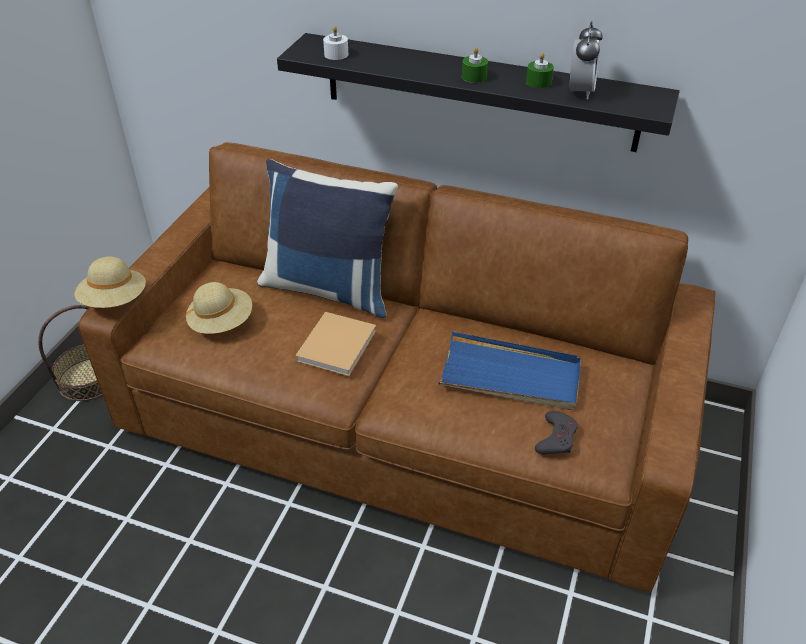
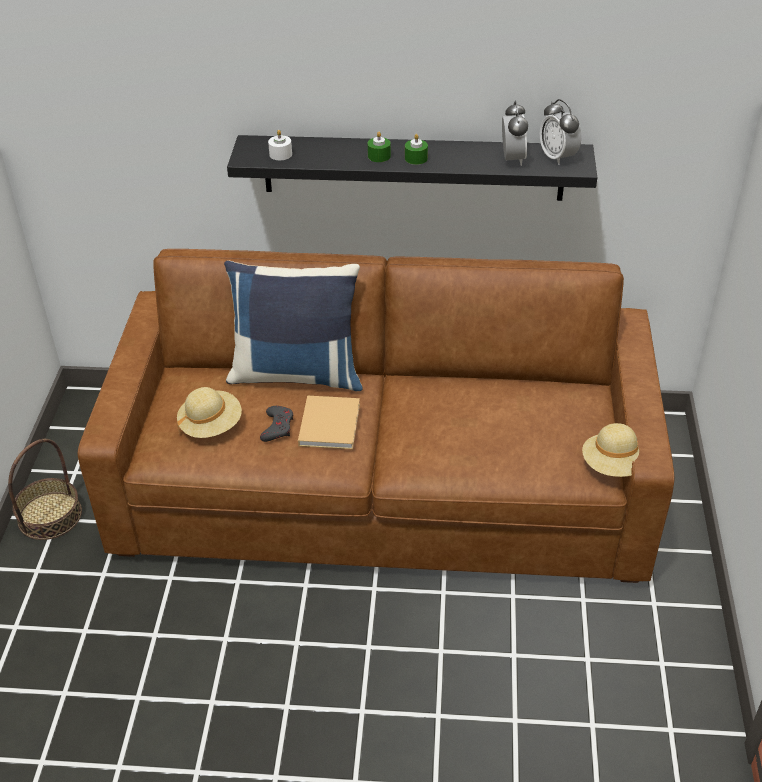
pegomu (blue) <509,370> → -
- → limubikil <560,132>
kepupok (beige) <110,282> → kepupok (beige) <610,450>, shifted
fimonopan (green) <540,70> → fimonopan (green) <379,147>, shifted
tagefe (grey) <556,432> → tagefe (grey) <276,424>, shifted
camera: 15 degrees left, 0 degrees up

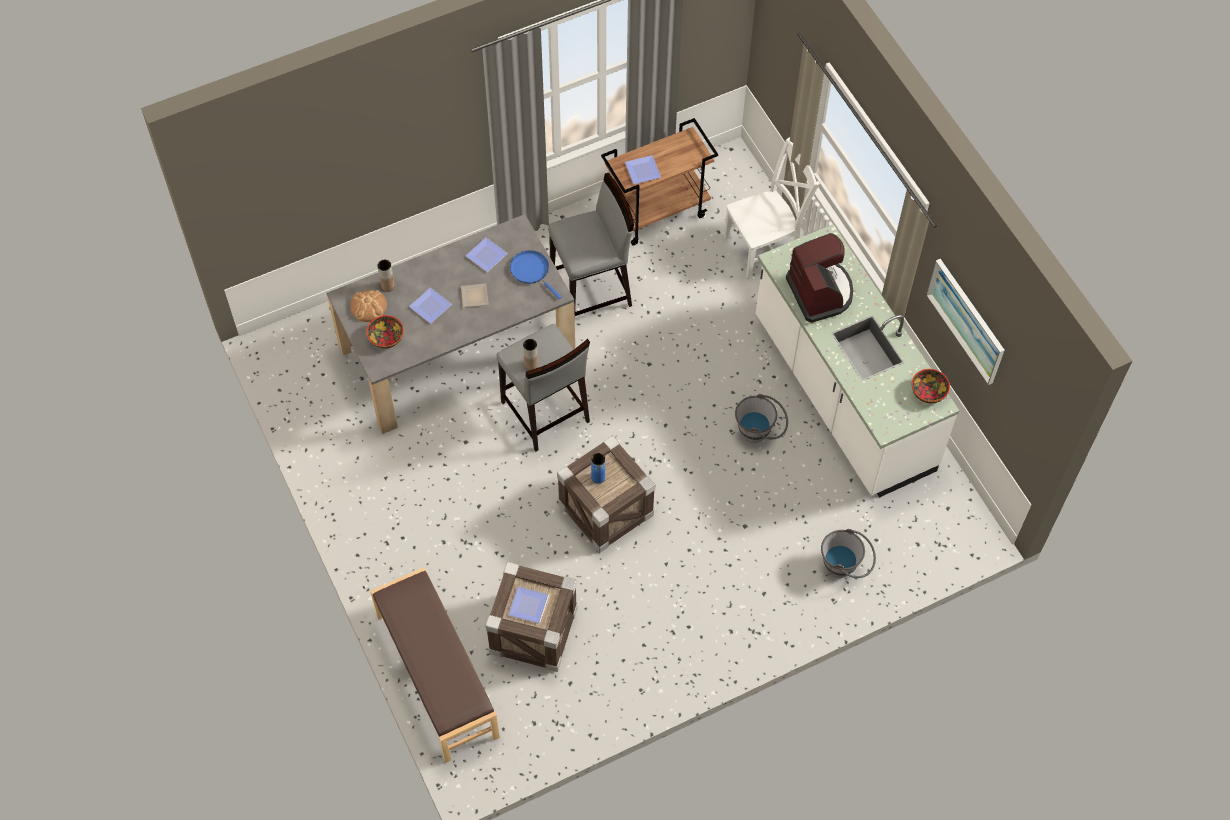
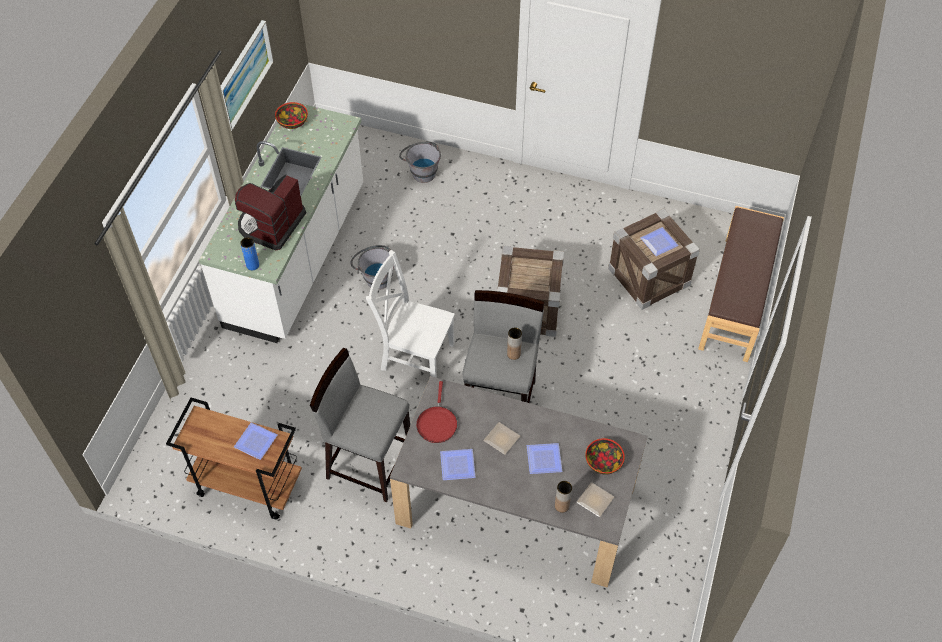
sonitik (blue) <598,468> → sonitik (blue) <249,253>, shifted
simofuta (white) <772,207> → simofuta (white) <410,314>, shifted
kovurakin <368,306> → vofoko <595,499>
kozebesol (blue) <535,274> → kozebesol (red) <436,412>
camera: 135 degrees left, 5 degrees down

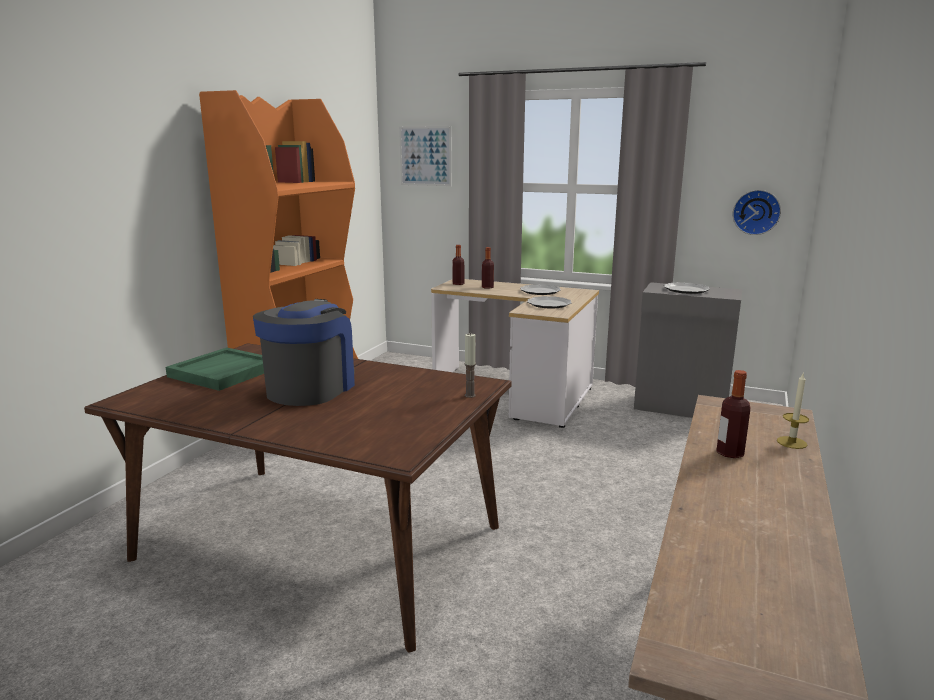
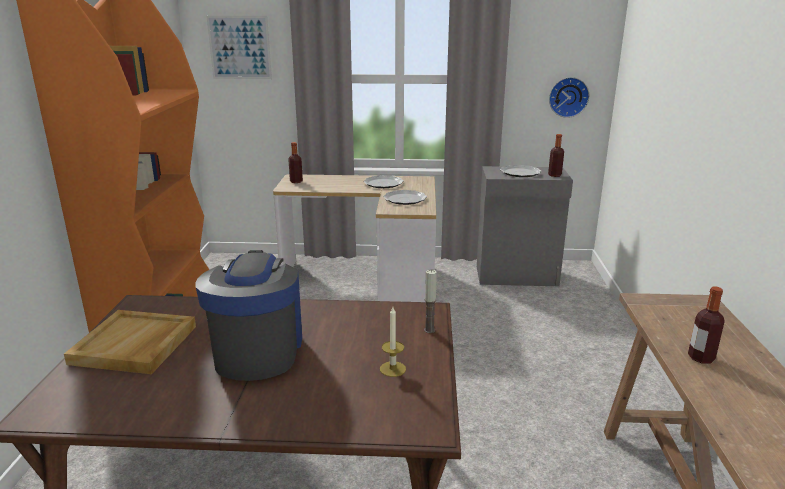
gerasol <488,268> → gerasol <556,155>, shifted
fimonopan <793,411> → fimonopan <393,342>, shifted
pegomu (green) <214,369> → pegomu (beige) <130,342>
camera: 20 degrees left, 5 degrees up

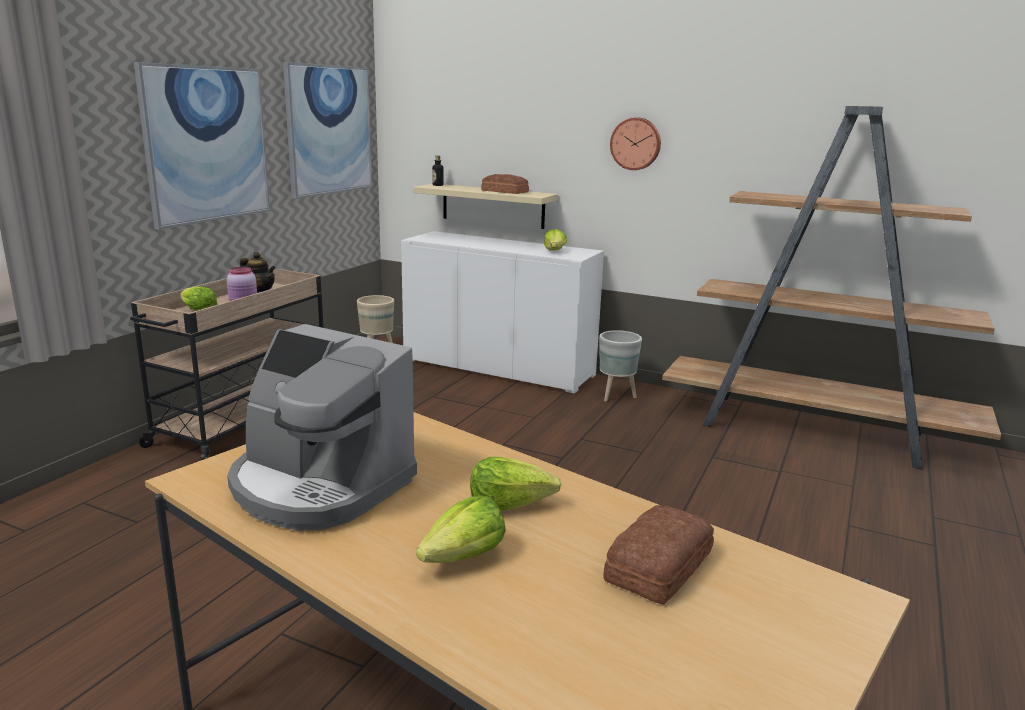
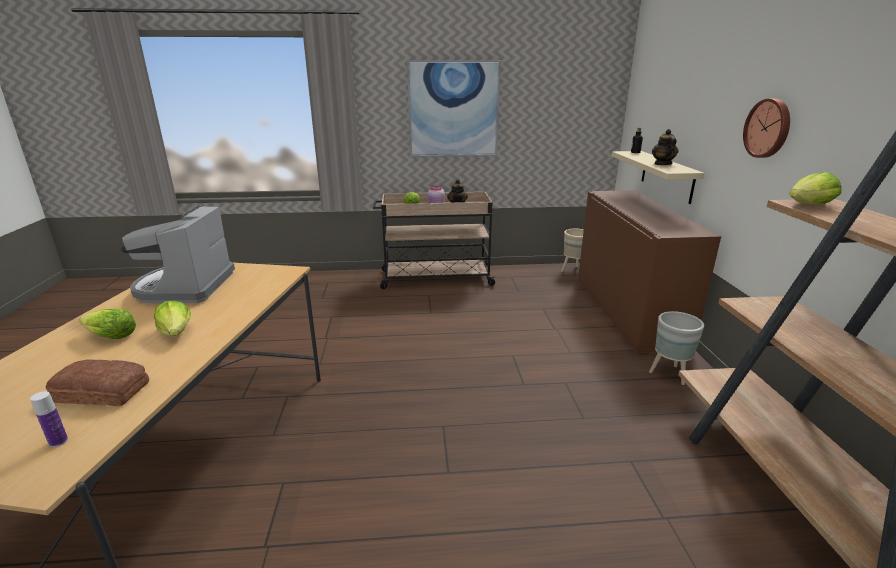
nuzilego <327,130> → -
- → gerasol <49,419>
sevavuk <555,240> → sevavuk <815,187>, shifted
kovurakin <505,184> → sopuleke <665,147>
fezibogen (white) <502,312> → fezibogen (brown) <649,272>
camera: 60 degrees right, 5 degrees up

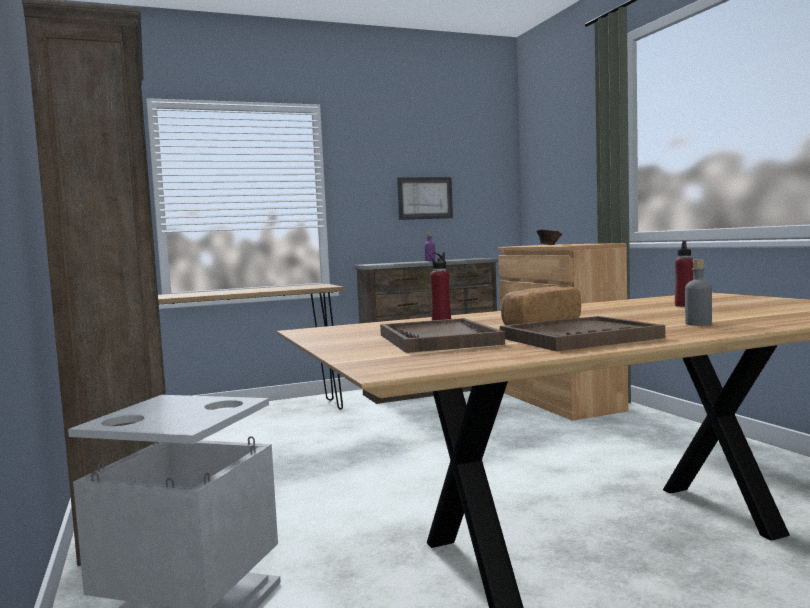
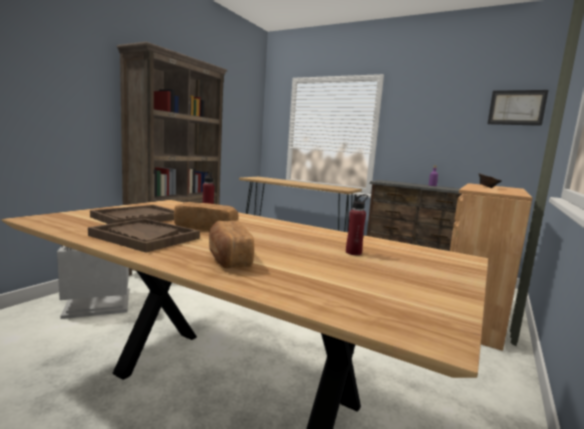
nuzilego <425,198> → nuzilego <518,108>, shifted
gerasol (grey) <698,292> → kovurakin <231,245>
camera: 50 degrees right, 5 degrees up

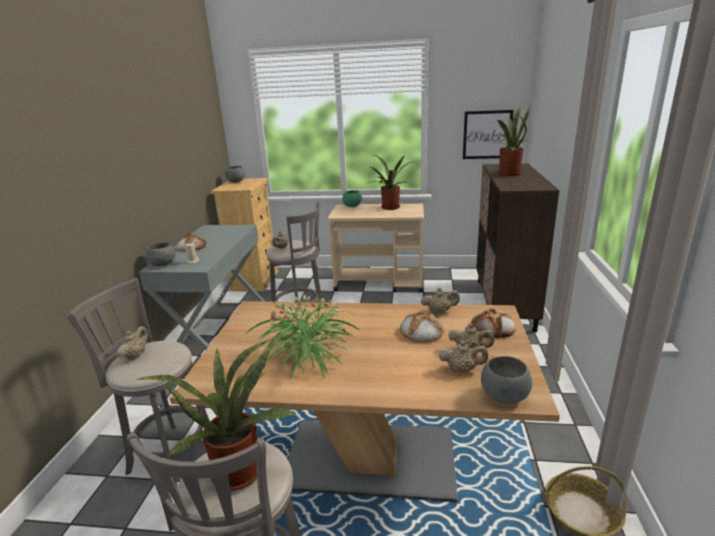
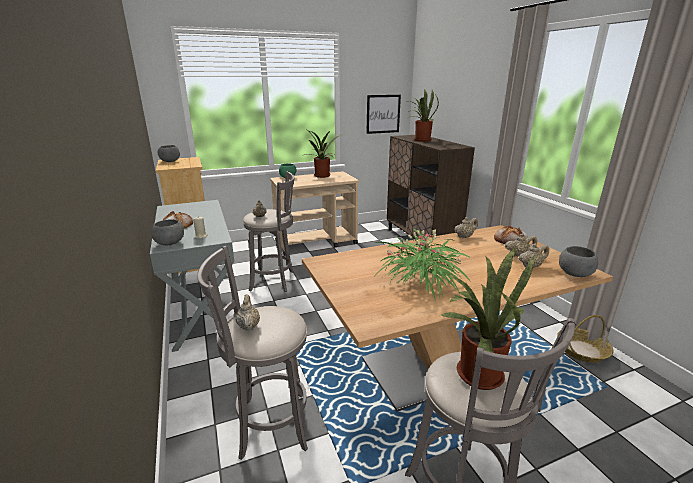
kovurakin <422,327> → -
camera: 30 degrees left, 0 degrees up

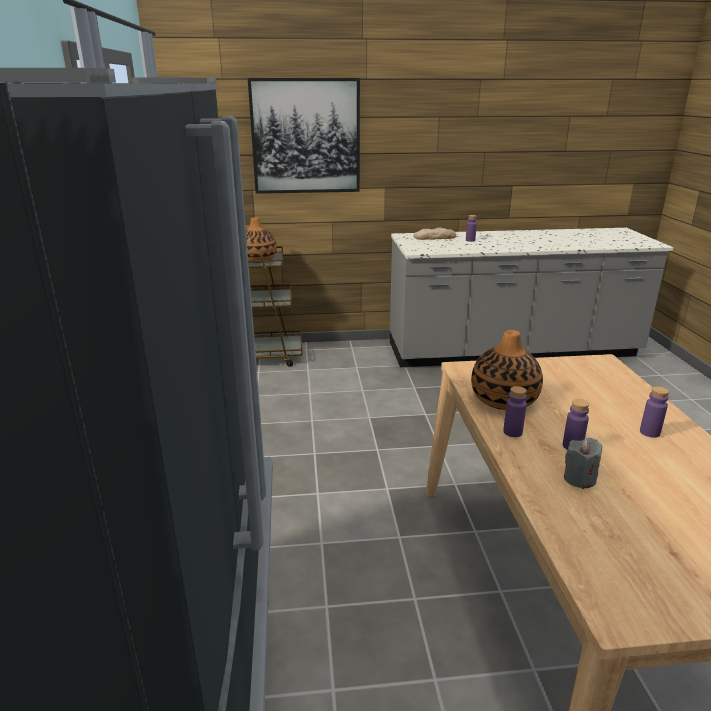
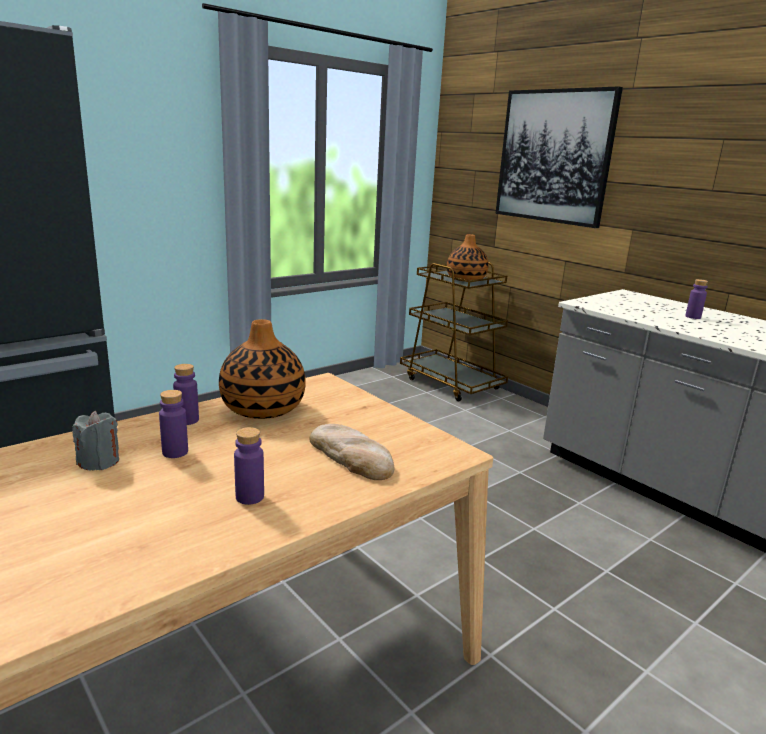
kovurakin <434,234> → kovurakin <352,452>, shifted
camera: 55 degrees right, 5 degrees down

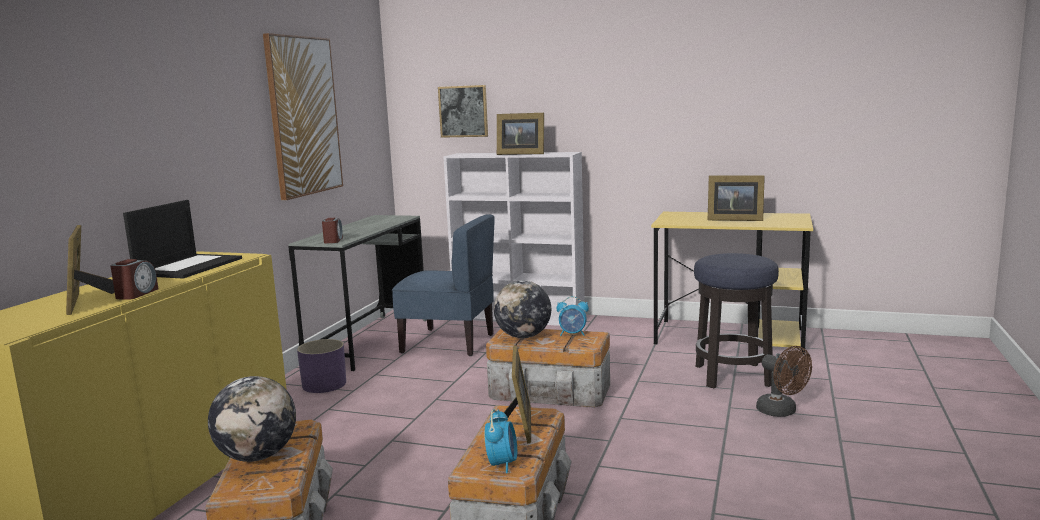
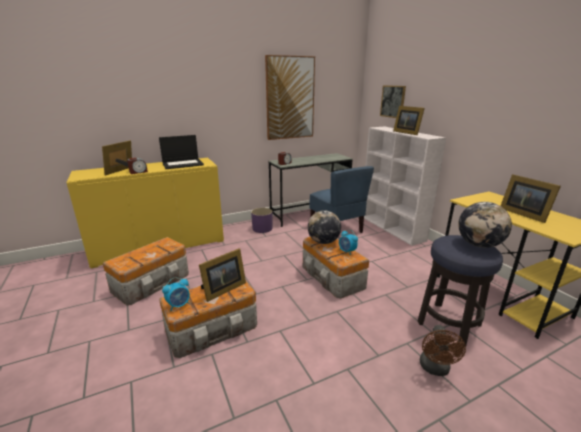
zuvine <252,419> → zuvine <485,225>, shifted
camera: 45 degrees right, 10 degrees up

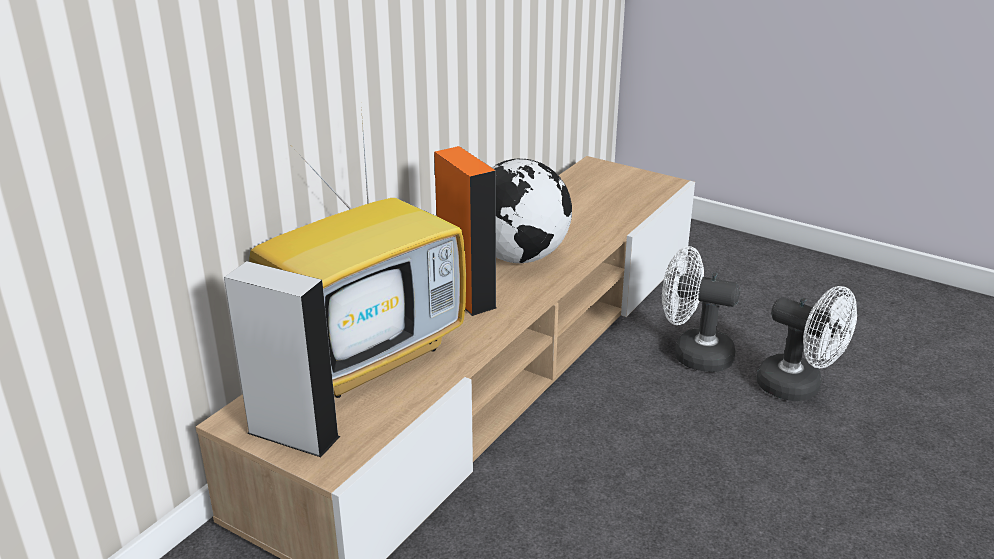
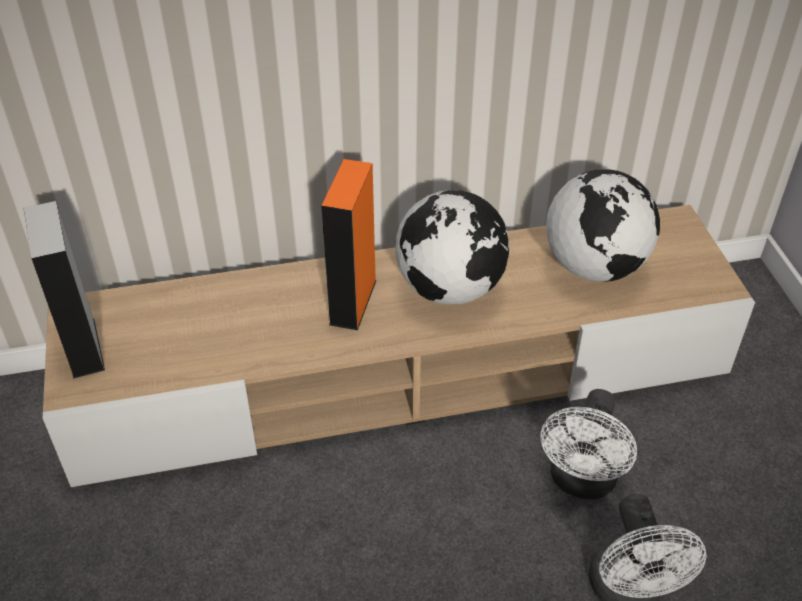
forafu <357,252> → -
- → zuvine <603,225>
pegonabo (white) <701,309> → pegonabo (white) <589,444>, 135 degrees counterclockwise
camera: 45 degrees right, 15 degrees up

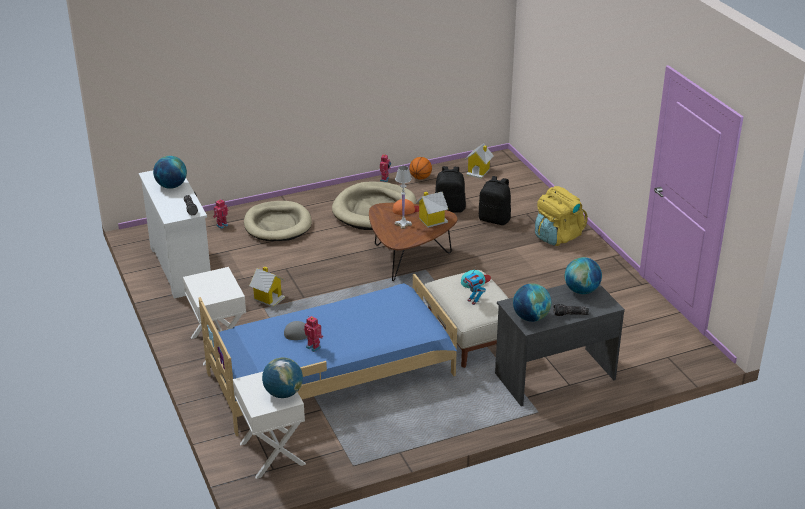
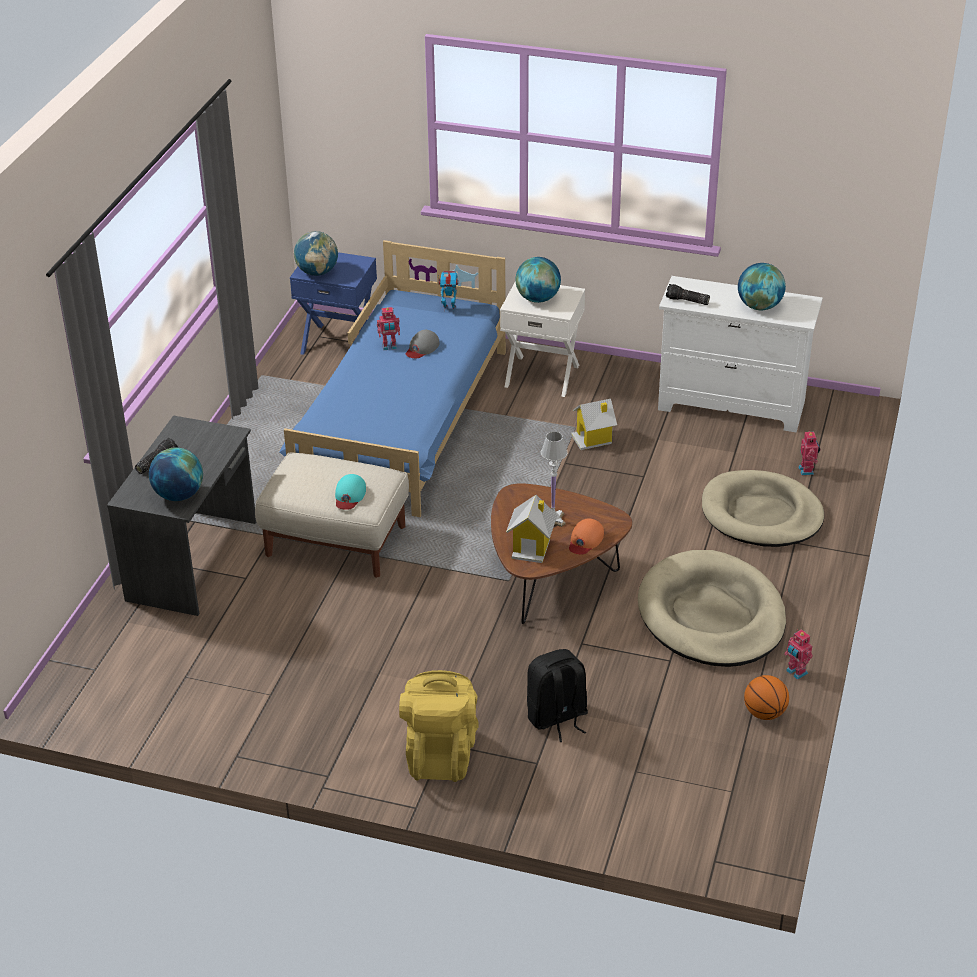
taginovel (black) <450,189> → -
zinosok <479,161> → -
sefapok <474,286> → sefapok <448,290>, shifted
zuvine <532,302> → zuvine <538,280>, shifted
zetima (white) <269,425> → zetima (blue) <333,303>
camera: 130 degrees right, 5 degrees up

